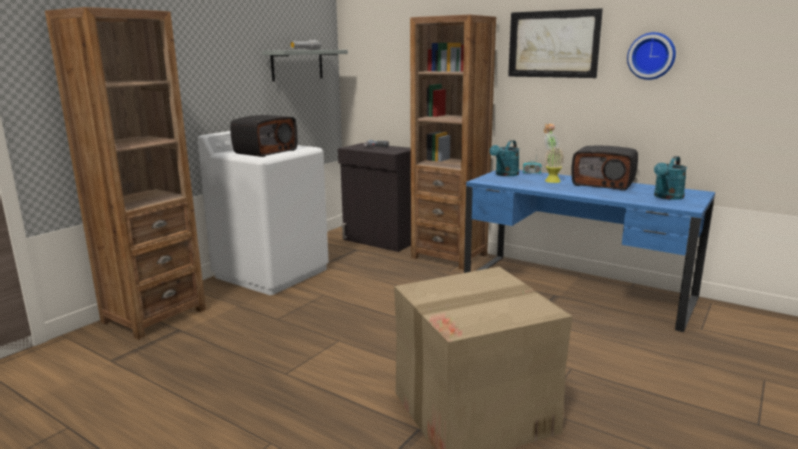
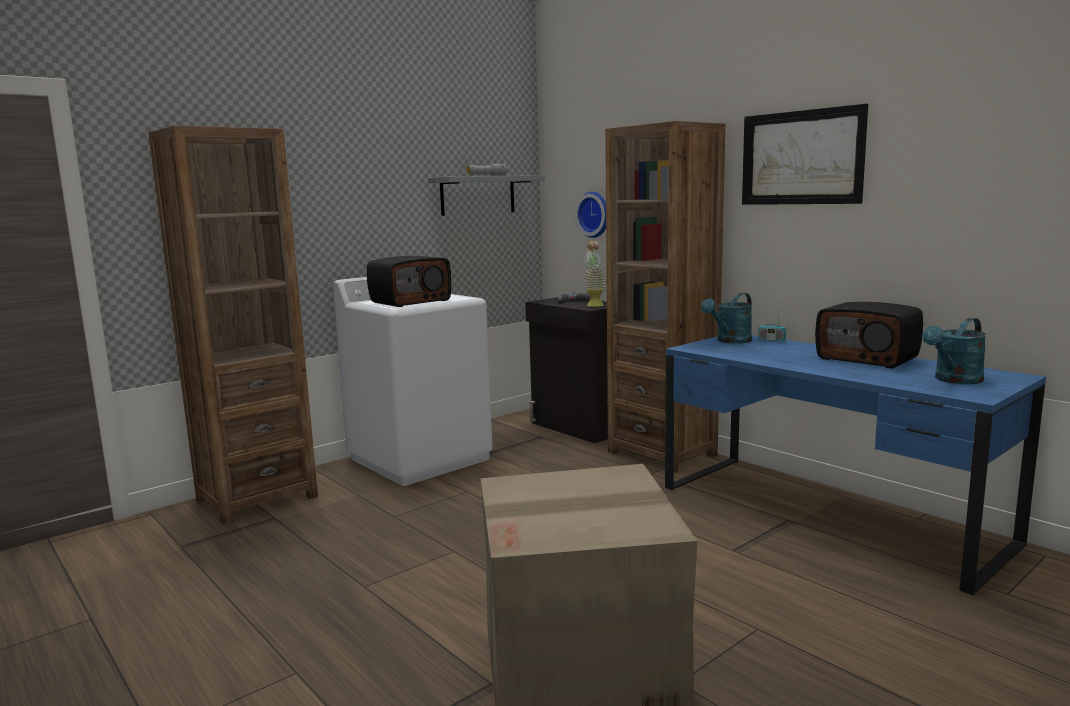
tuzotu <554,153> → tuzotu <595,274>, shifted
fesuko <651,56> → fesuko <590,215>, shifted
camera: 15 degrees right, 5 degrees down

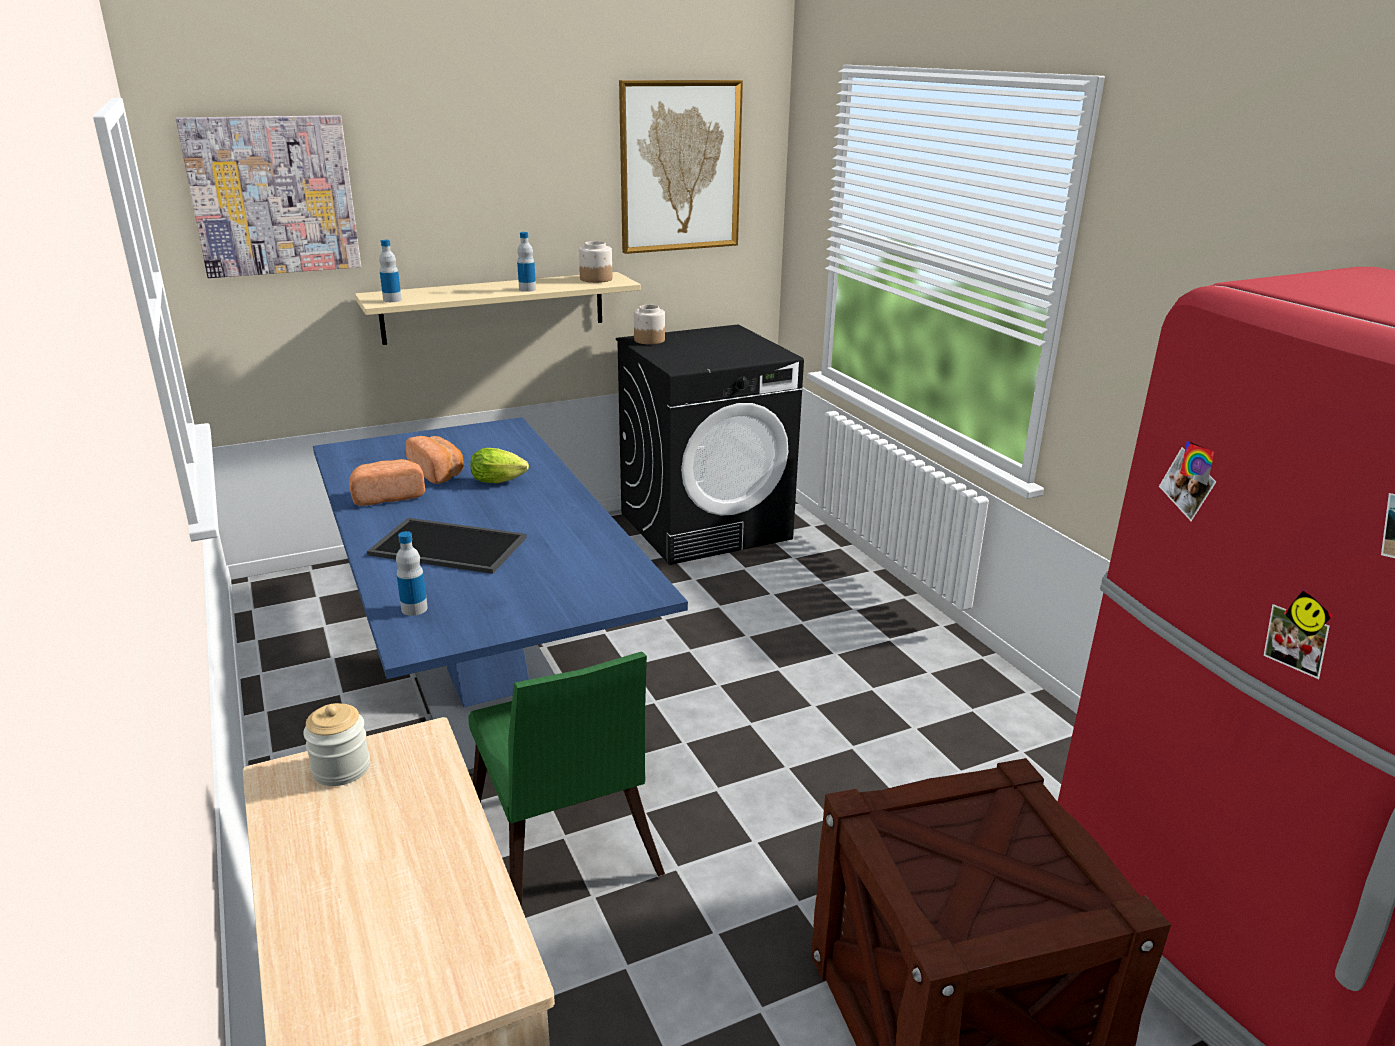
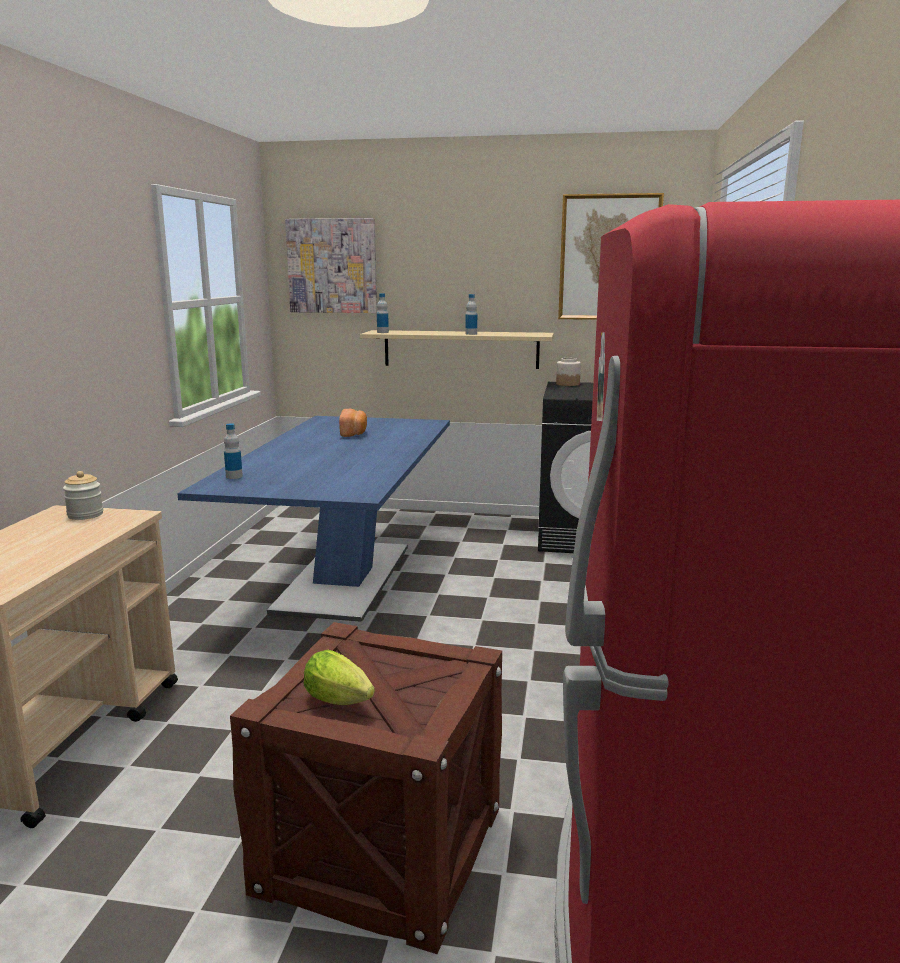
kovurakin <387,482> → -
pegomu <446,546> → -
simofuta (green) <566,779> → -
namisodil <595,262> → -
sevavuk <499,465> → sevavuk <339,677>, shifted
camera: 35 degrees right, 10 degrees down

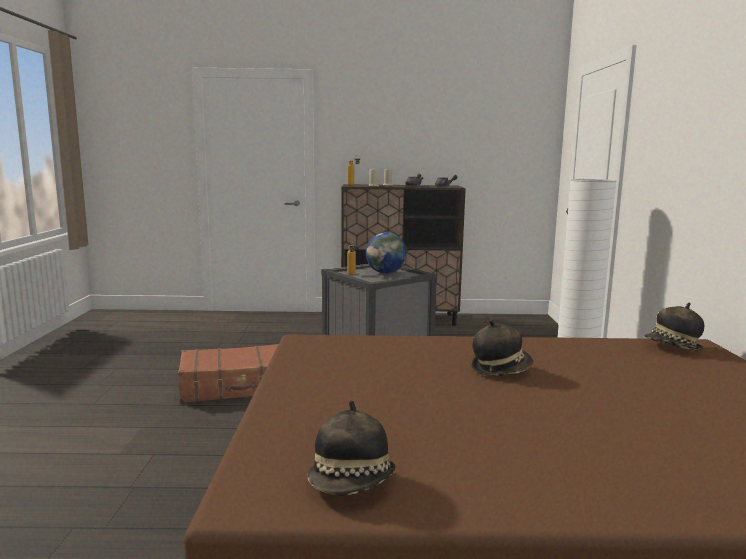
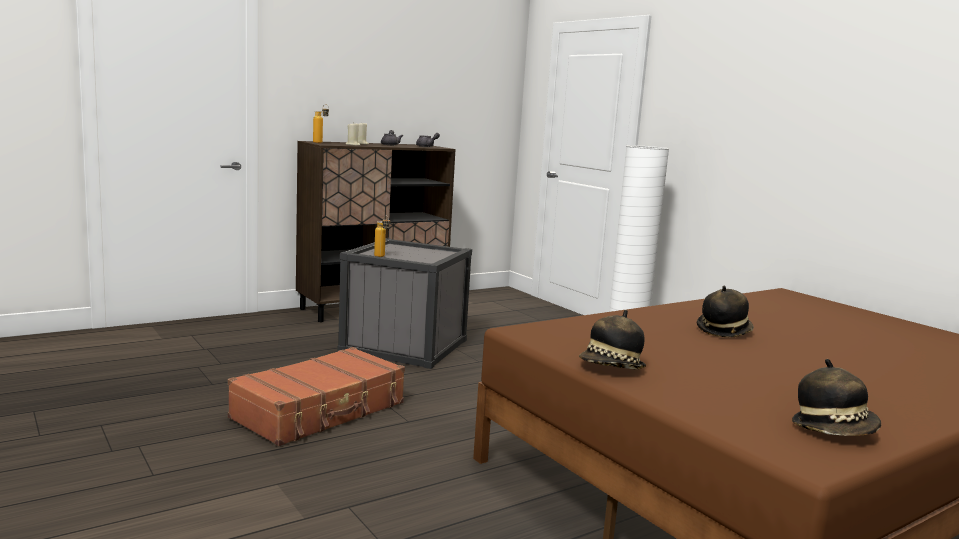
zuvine <386,253> → -
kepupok <674,327> → kepupok <612,340>, shifted
camera: 35 degrees left, 0 degrees up

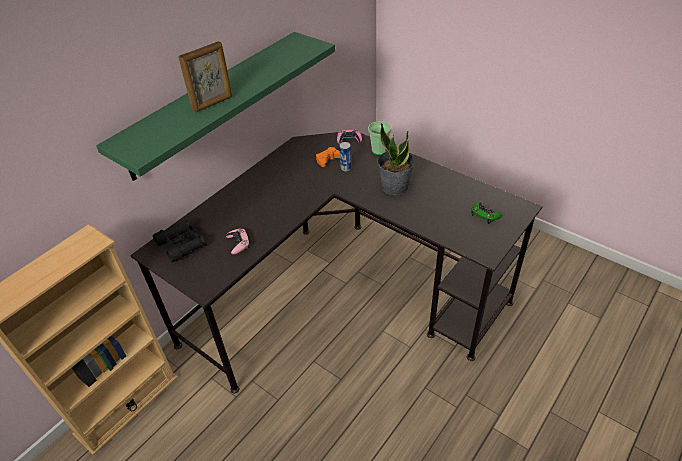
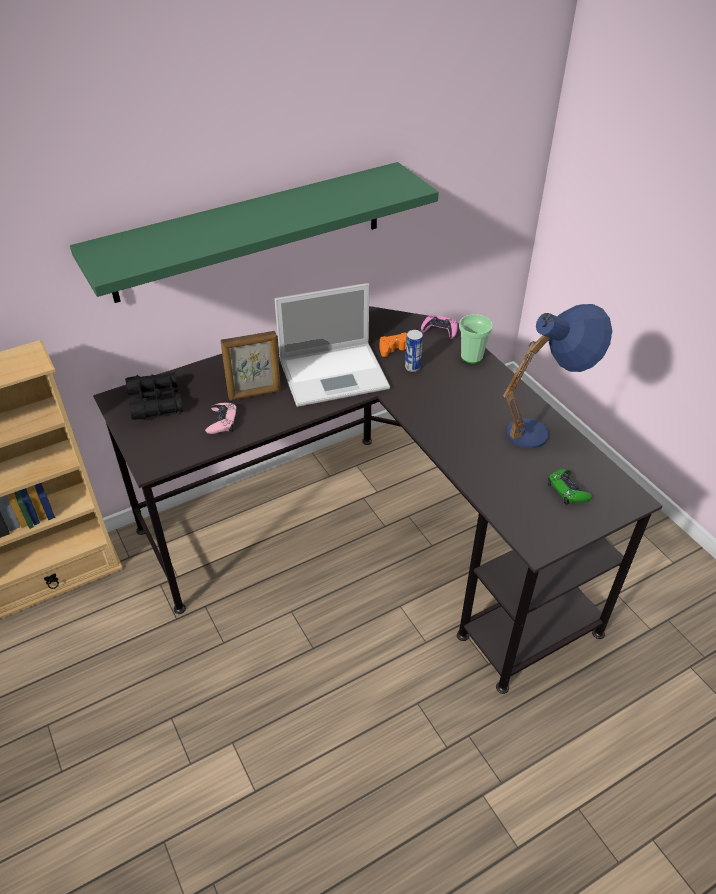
tuzotu <395,159> → -
- → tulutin <332,345>
- → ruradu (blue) <557,376>
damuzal <205,76> → damuzal <250,366>, shifted
camera: 20 degrees right, 0 degrees up

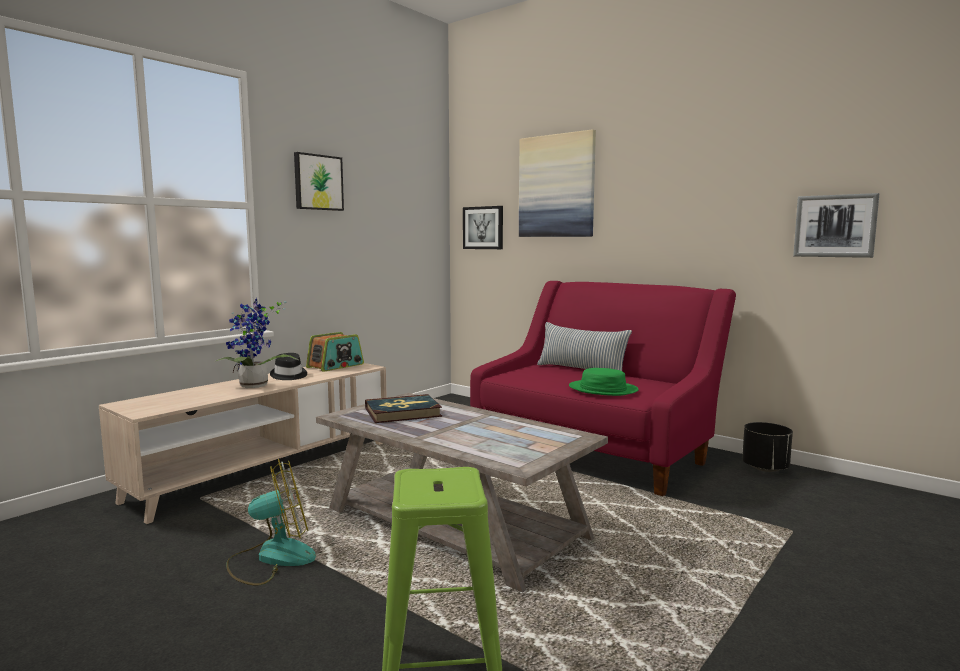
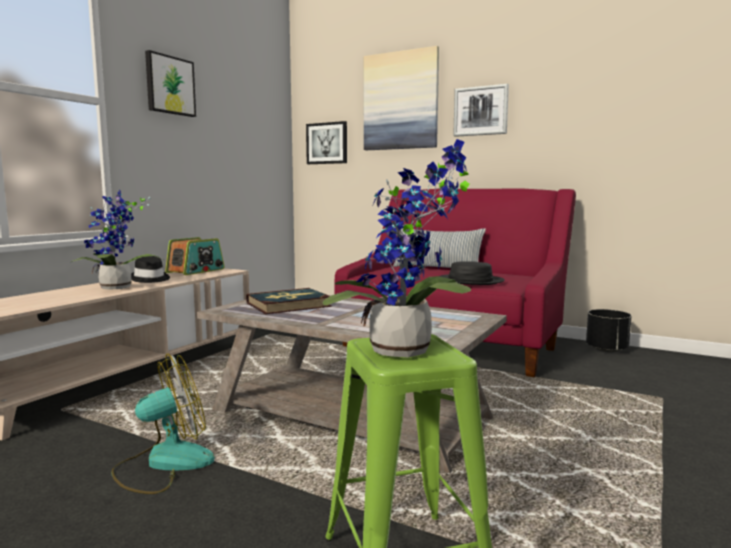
- → tuzotu <396,248>
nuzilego <836,225> → nuzilego <481,110>, shifted
kepupok (green) <604,382> → kepupok (black) <472,273>
camera: 10 degrees left, 0 degrees up

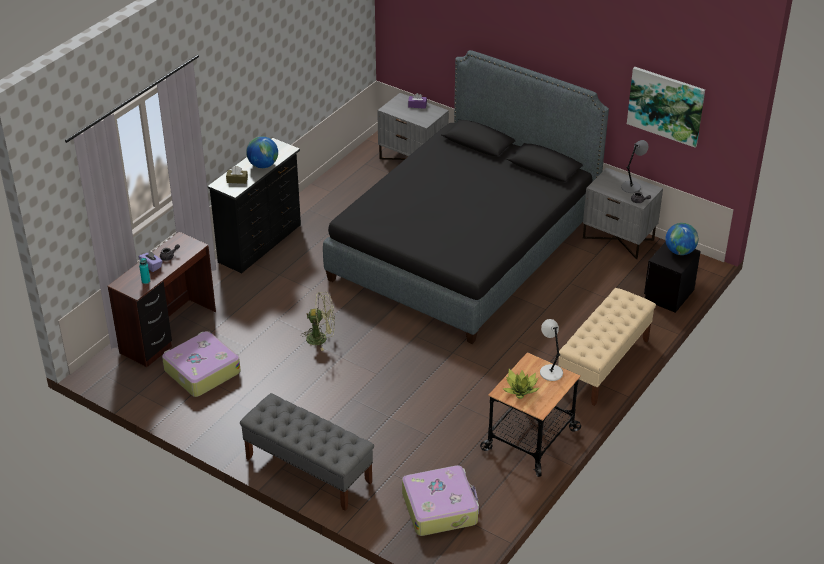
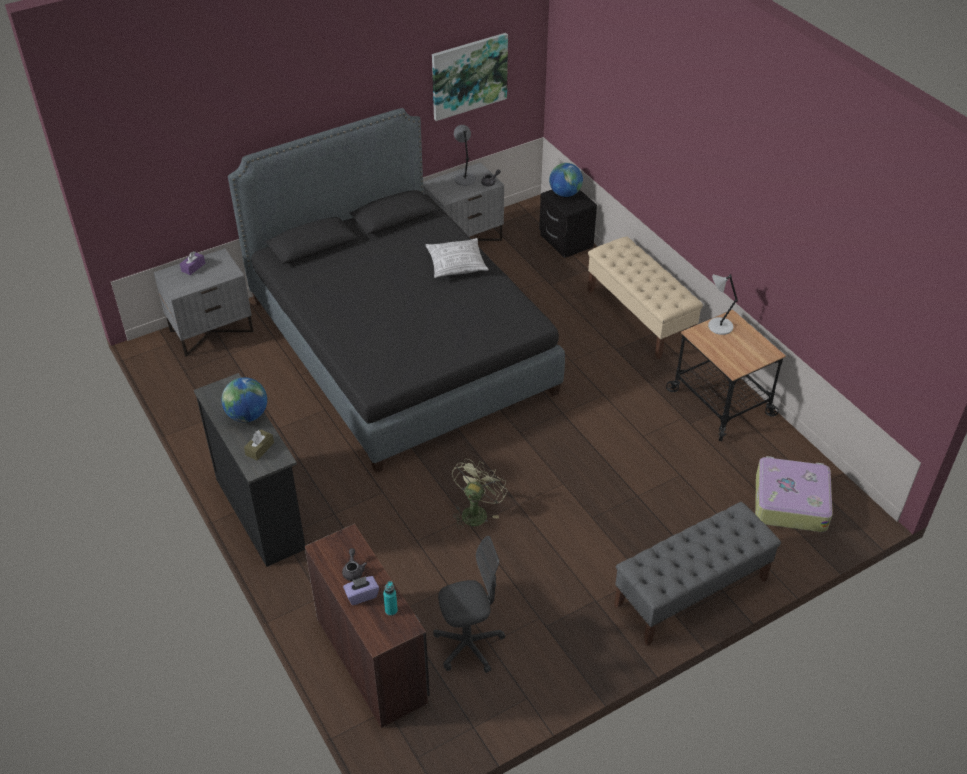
tuzotu <521,384> → -
- → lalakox <457,258>
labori <201,364> → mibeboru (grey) <469,604>
camera: 65 degrees left, 5 degrees up

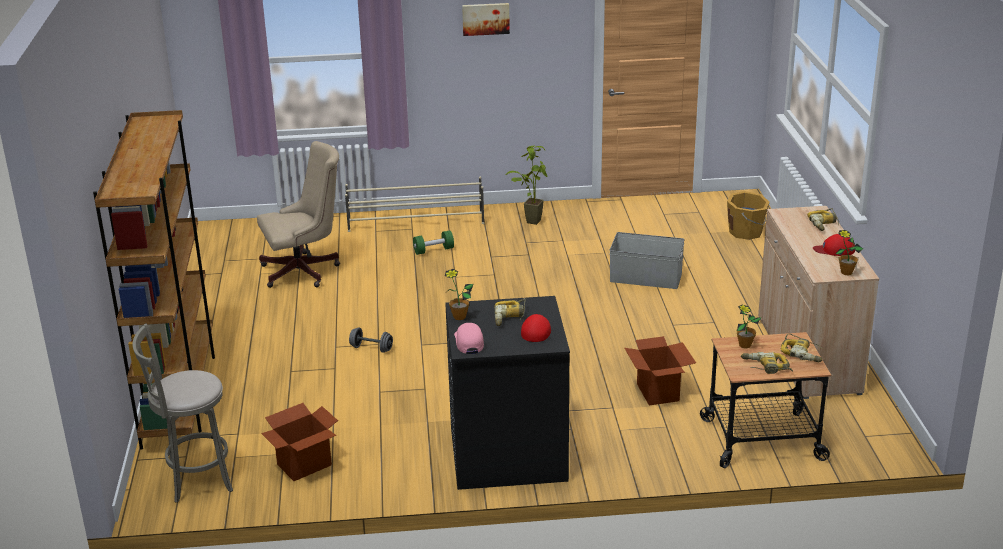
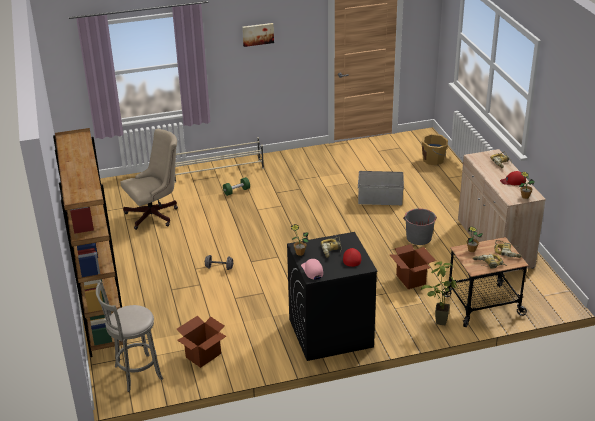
- → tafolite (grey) <420,226>
tuzotu <527,185> → tuzotu <439,293>, shifted
camera: 10 degrees left, 5 degrees up

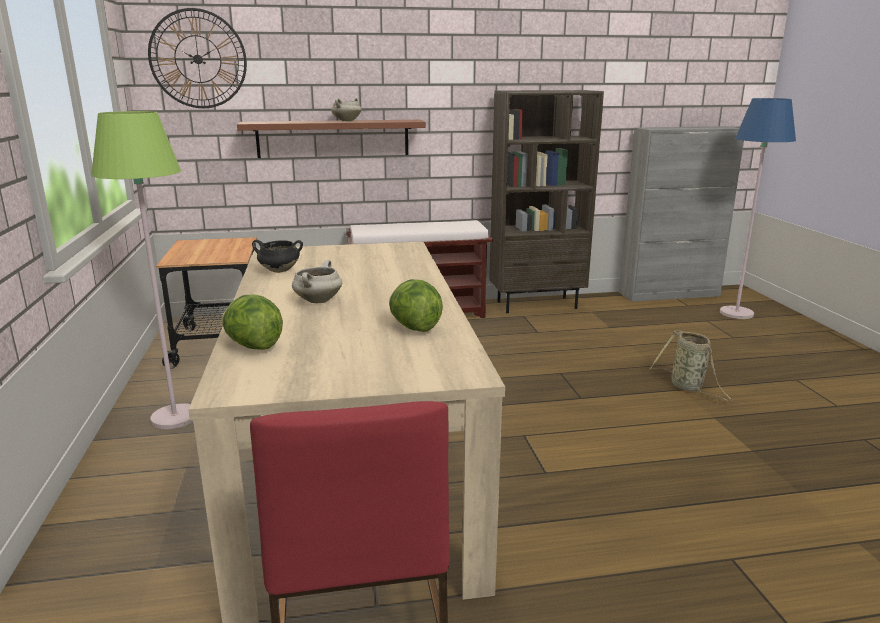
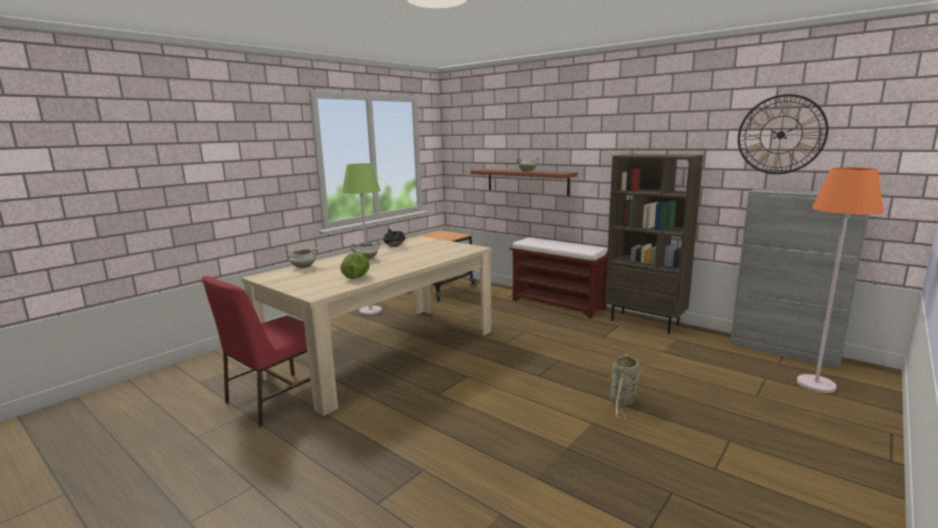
fesuko <197,58> → fesuko <783,134>, shifted
sevavuk <252,322> → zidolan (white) <302,258>
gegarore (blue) <758,208> → gegarore (orange) <840,280>
camera: 50 degrees right, 5 degrees down

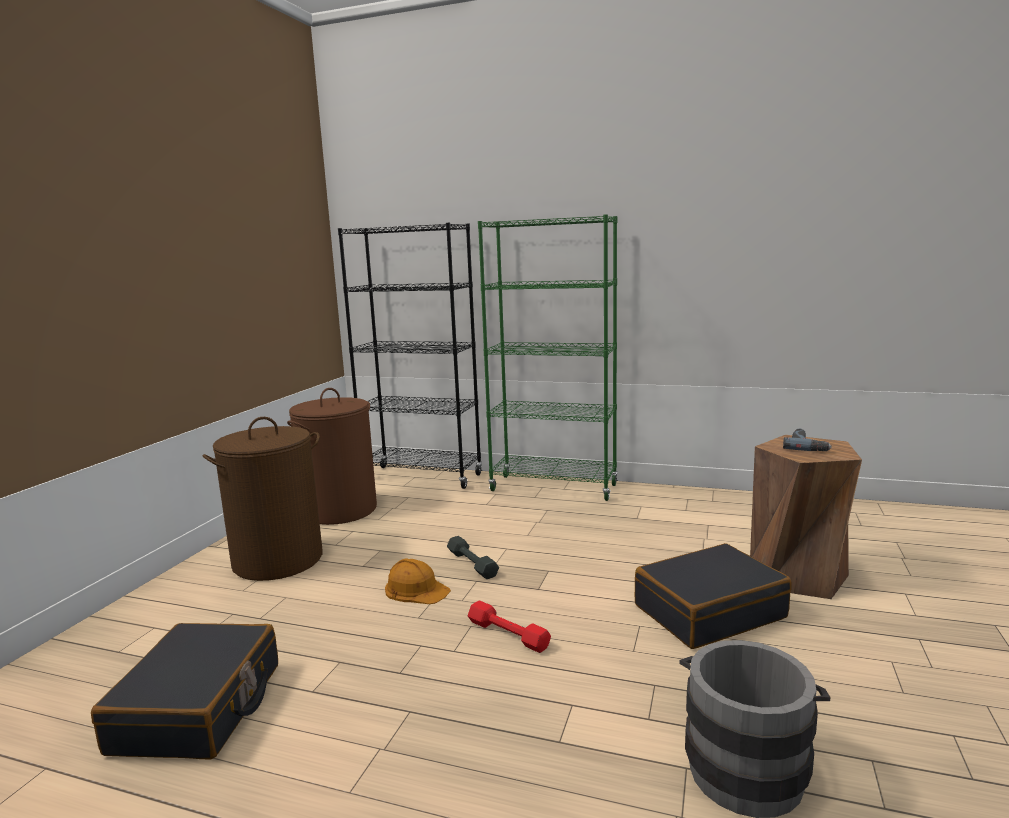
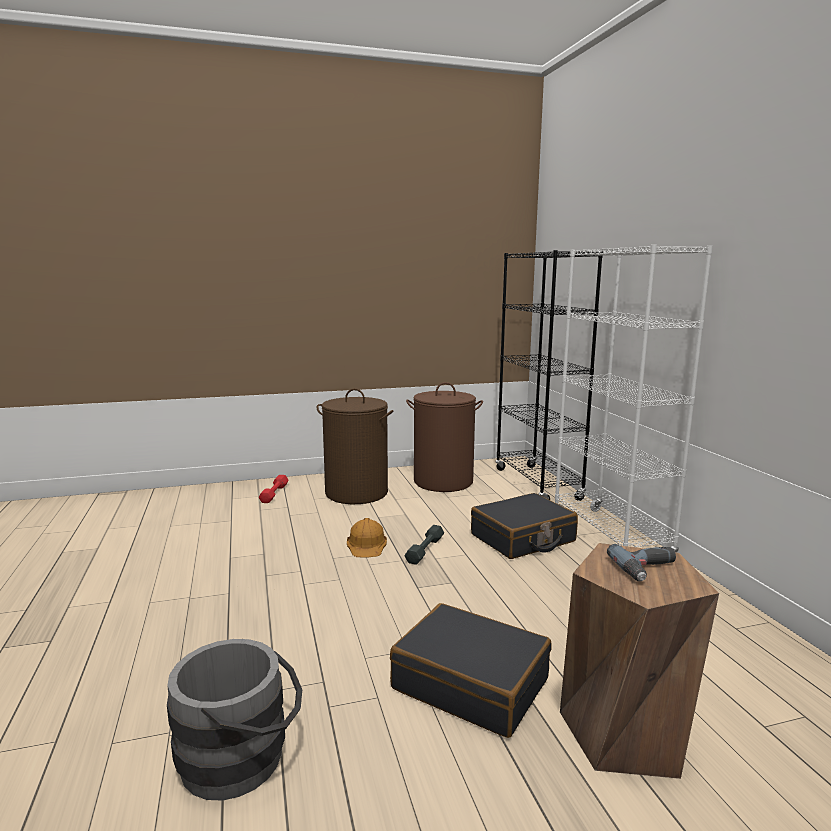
labori (black) <184,691> → labori (black) <524,526>, shifted
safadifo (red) <509,626> → safadifo (red) <273,489>, shifted
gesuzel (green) <548,357> → gesuzel (white) <634,398>
camera: 55 degrees right, 0 degrees up

